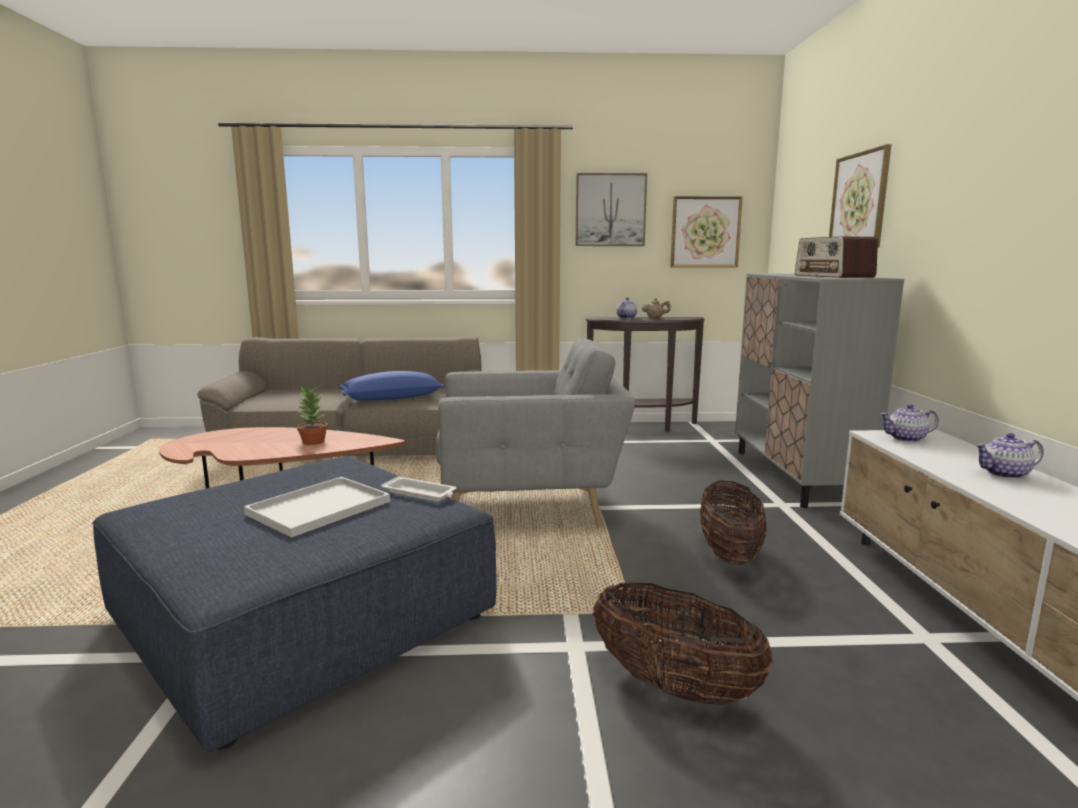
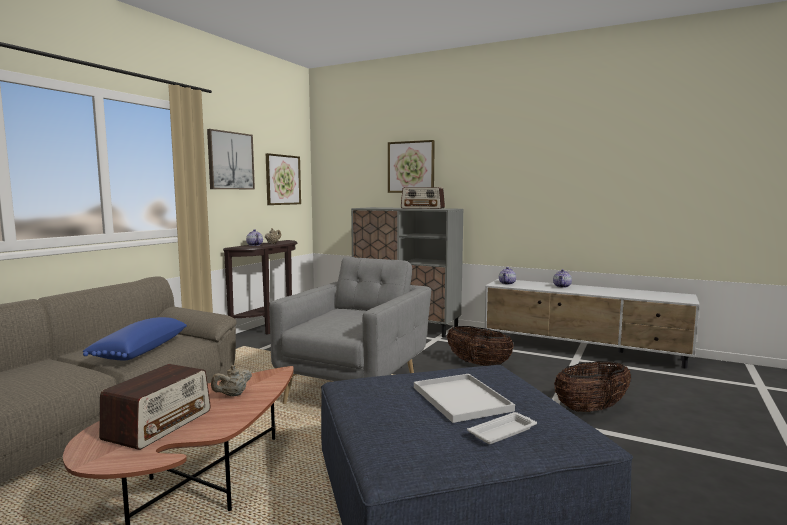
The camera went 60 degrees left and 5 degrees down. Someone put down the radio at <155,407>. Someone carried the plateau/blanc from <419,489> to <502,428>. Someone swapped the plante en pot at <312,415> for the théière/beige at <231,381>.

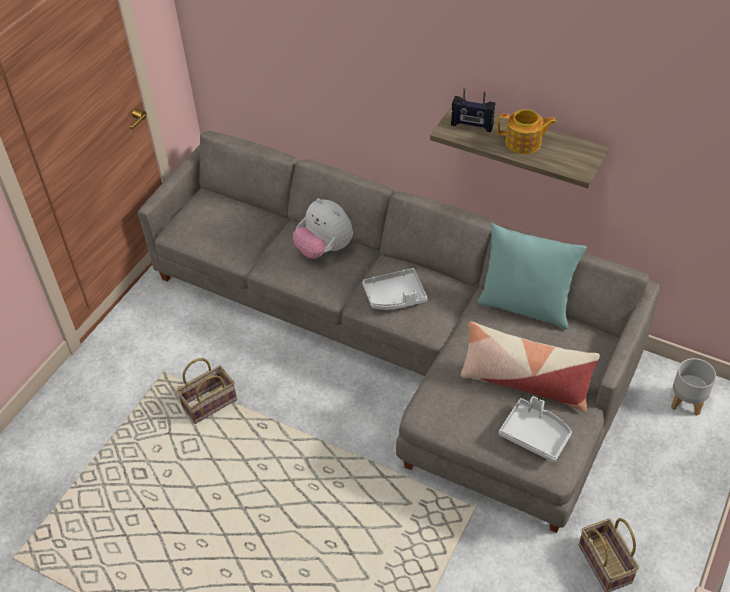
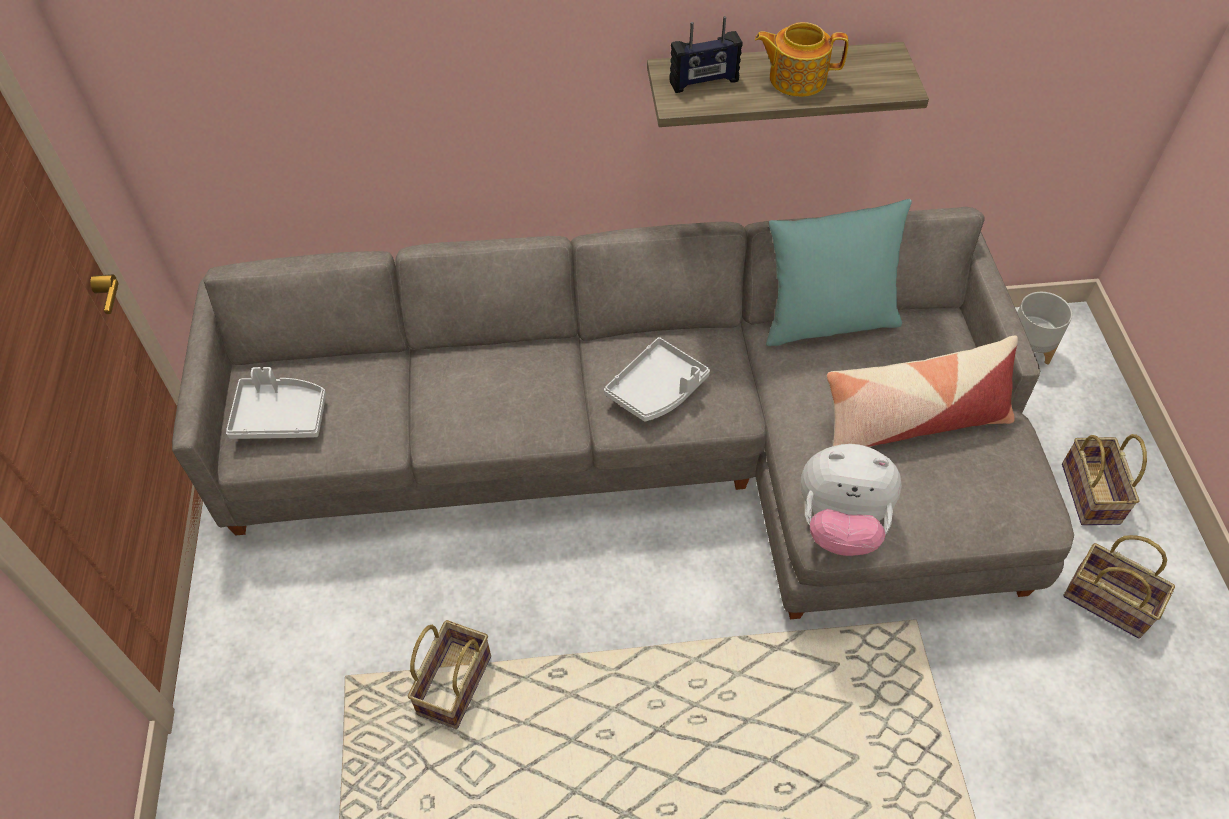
The camera went 35 degrees left and 5 degrees up. Someone put down the panier at <1104,479>. Someone carried the peluche from <323,228> to <851,500>. Someone carried the plateau/gris from <535,429> to <276,403>. Someone rotated the théière at <527,131> by 150 degrees counterclockwise.

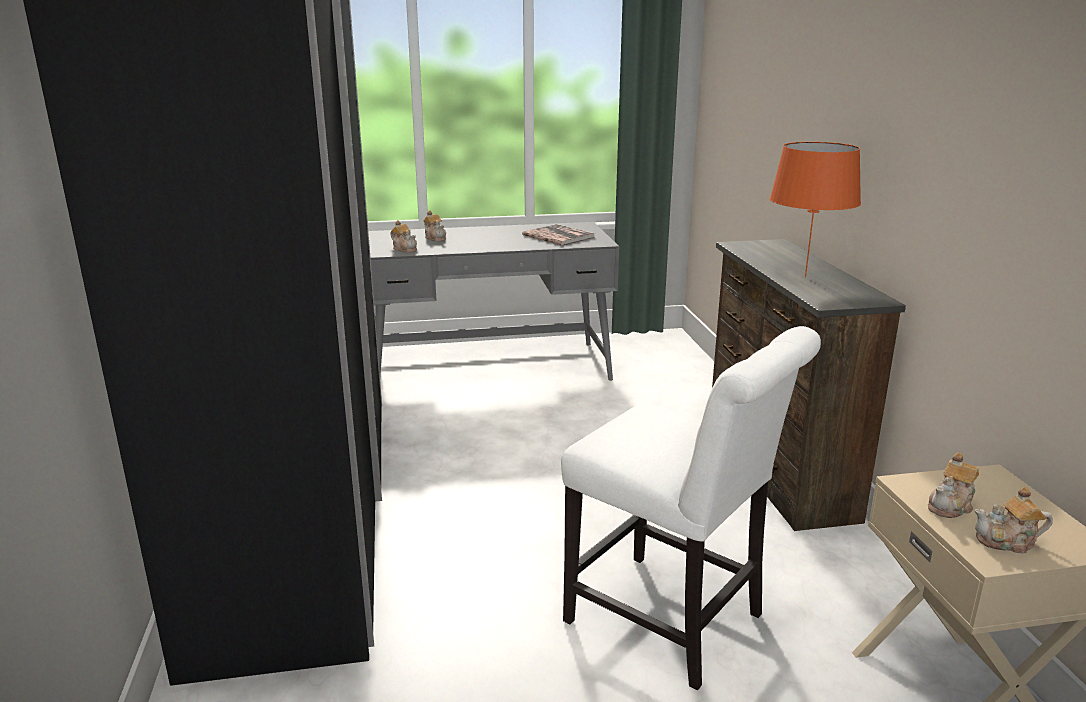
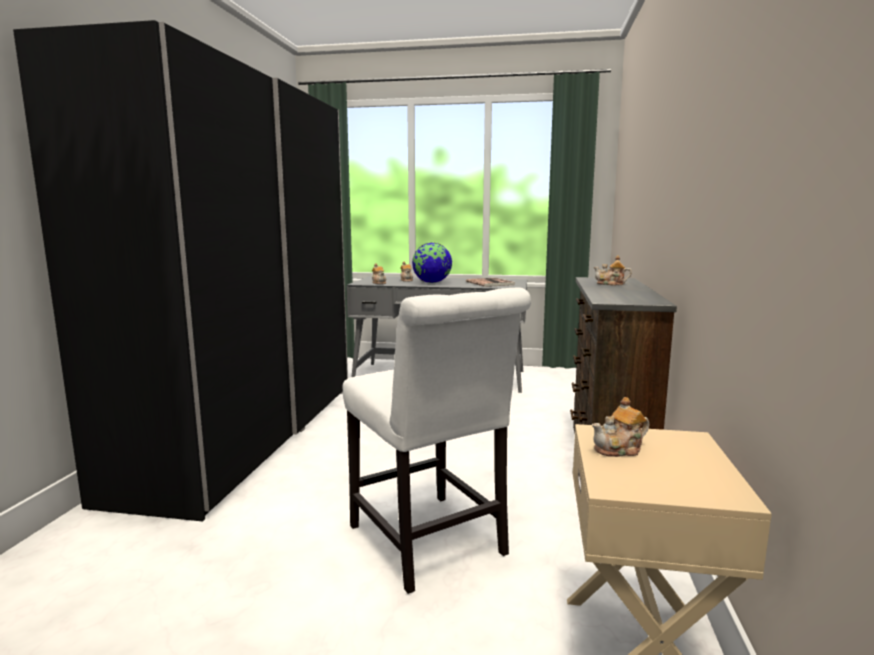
The camera went 20 degrees right and 10 degrees down. Someone took away the lampe de table/orange at <815,209>. Someone put down the globe at <432,262>. Someone carried the théière from <1013,520> to <613,270>.

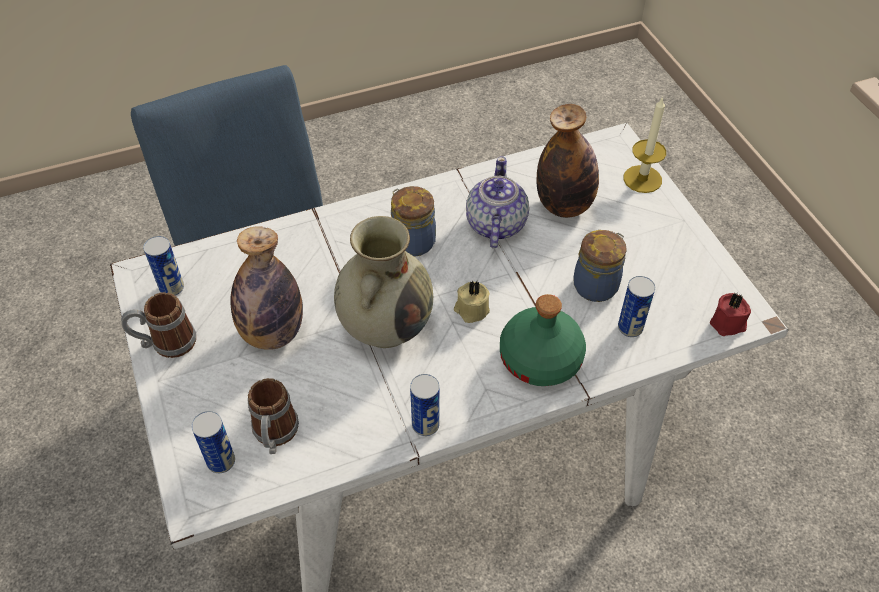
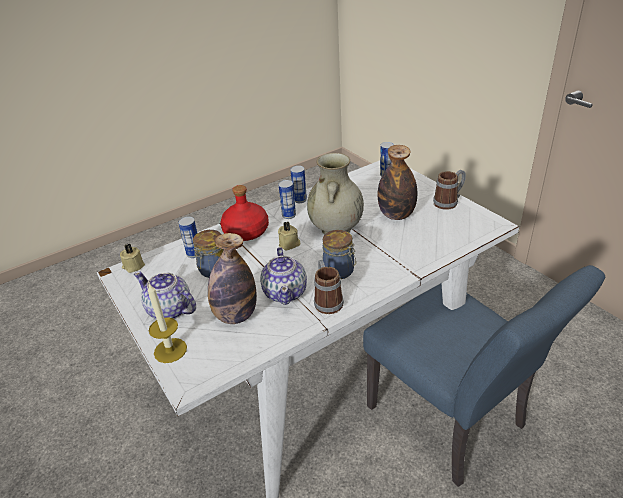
The camera went 170 degrees right and 15 degrees down. Someone put down the théière at <165,295>. Someone carried the boîte métallique from <163,266> to <287,199>. Someone carried the mug from <273,416> to <329,287>. Someone repainted the bouteille/vert at <543,340>, which became the bouteille/rouge at <245,213>. Someone repainted the bougie/rouge at <730,314>, which became the bougie/beige at <132,258>.

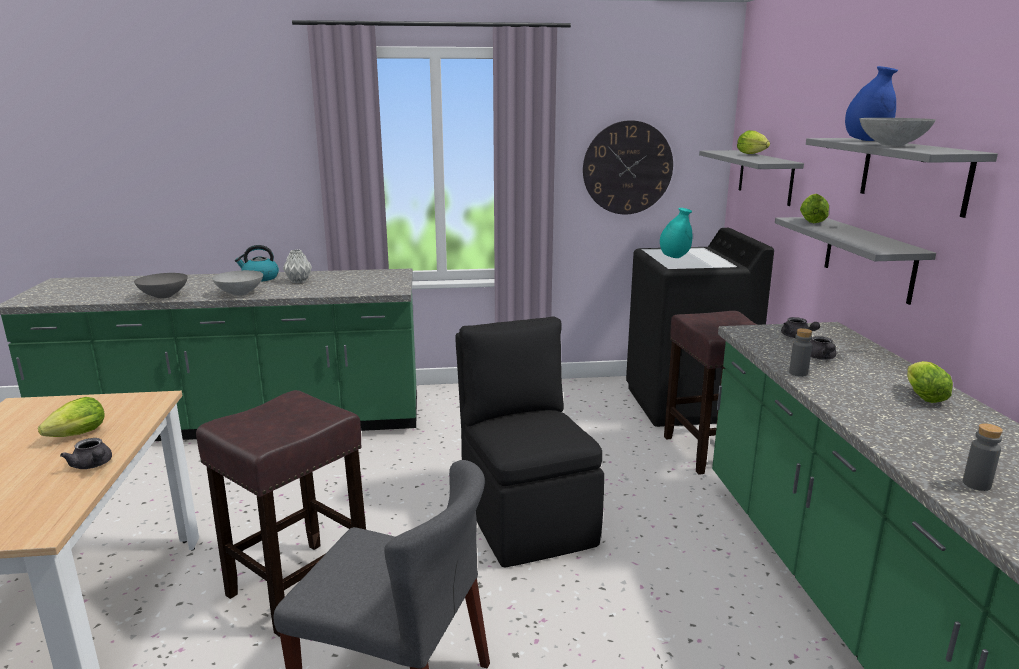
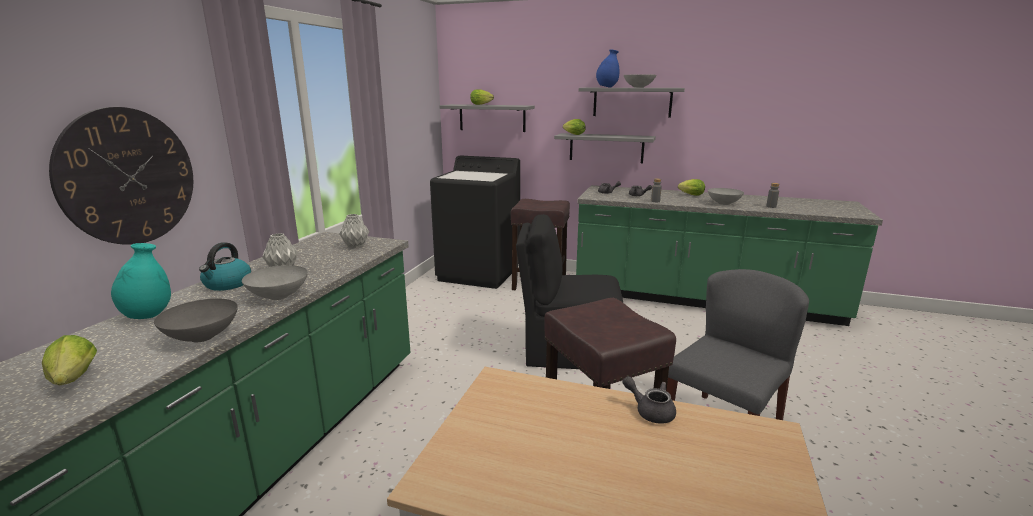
The camera went 65 degrees left and 0 degrees up. Someone put down the vase/gris at <354,231>. Someone put down the bol/gris at <726,196>. Someone carried the laitue from <71,417> to <69,360>. Someone carried the horloge murale from <628,167> to <121,176>. Someone carried the vase/turquoise from <676,233> to <141,281>. Someone rotated the théière/gris at <86,453> by 120 degrees counterclockwise.

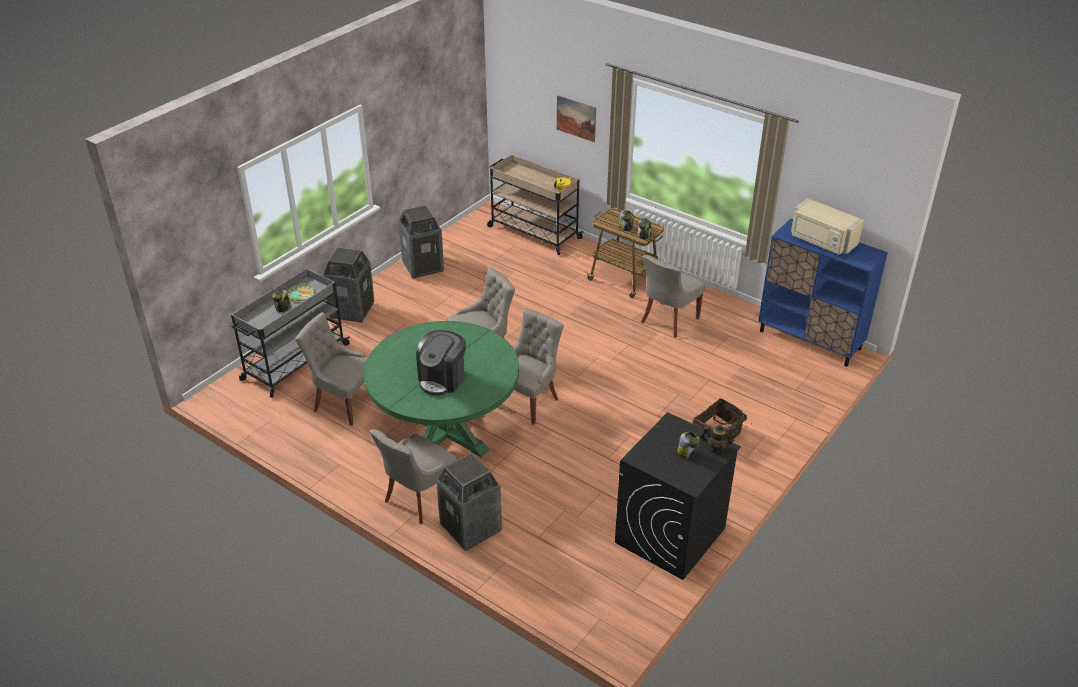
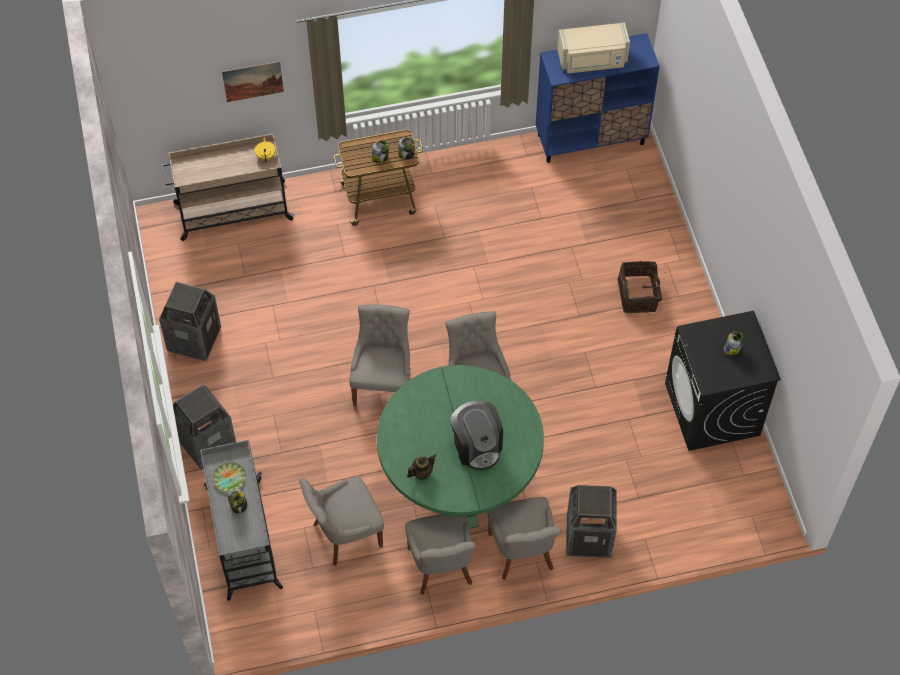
The camera went 50 degrees left and 20 degrees up. Someone carried the chaise/gris from <673,296> to <440,554>. Someone carried the théière from <718,439> to <421,466>.

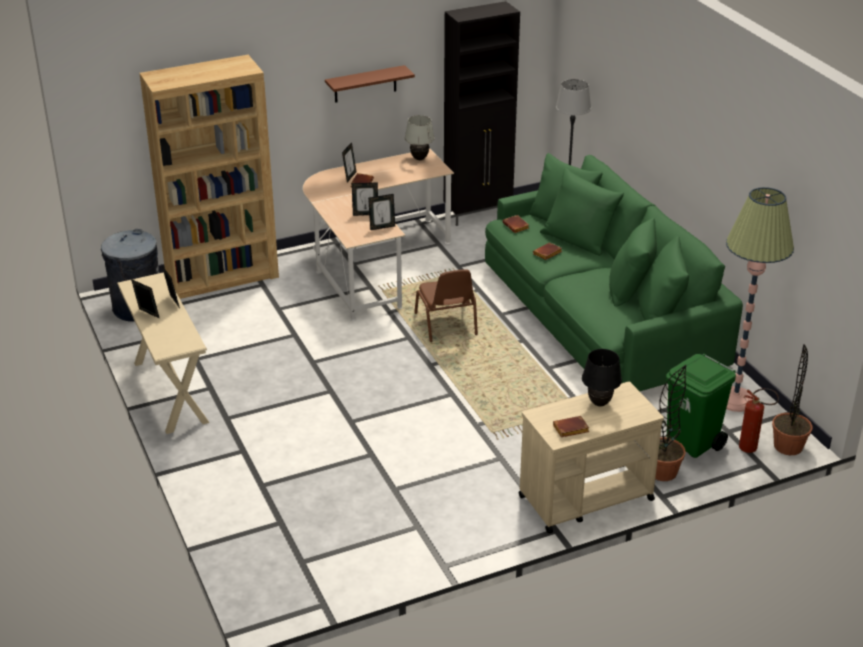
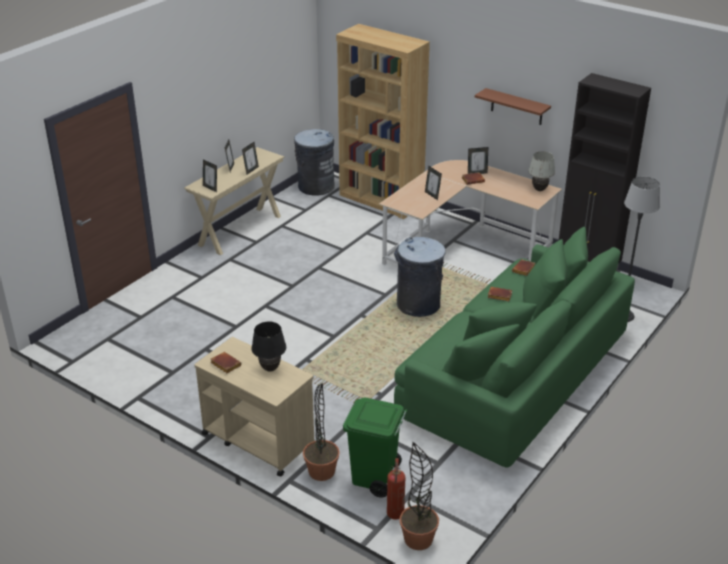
The camera went 60 degrees right and 0 degrees up. Someone took away the lampadaire at <760,299>. Someone carried the cadre photo from <381,212> to <210,175>. Someone swapped the chaise/marron at <446,305> for the poubelle/gris at <420,277>.

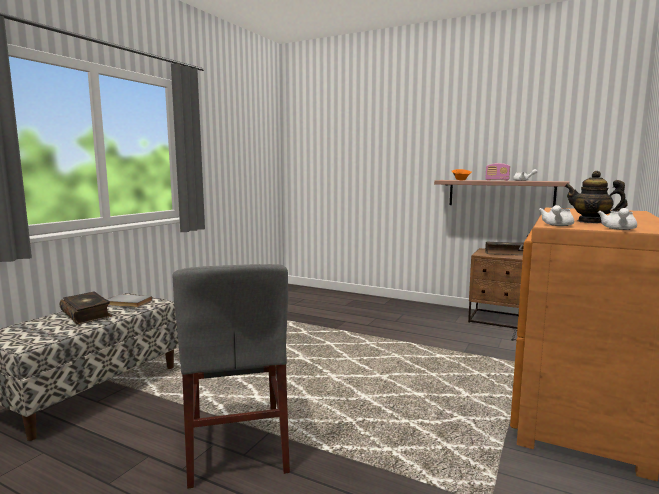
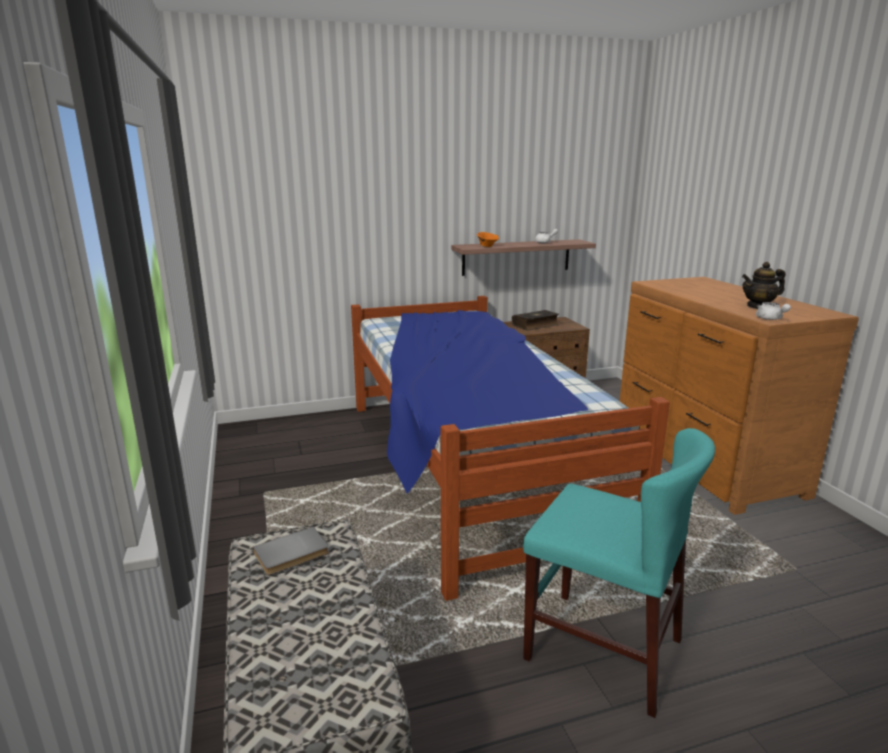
The camera went 45 degrees left and 10 degrees up. Someone took away the livre at <86,308>. Someone took away the radio at <497,172>. Someone took away the théière/blanc at <617,219>. Someone put down the lit at <510,448>. Someone repainted the chaise/gris at <231,376>, which became the chaise/turquoise at <619,573>.

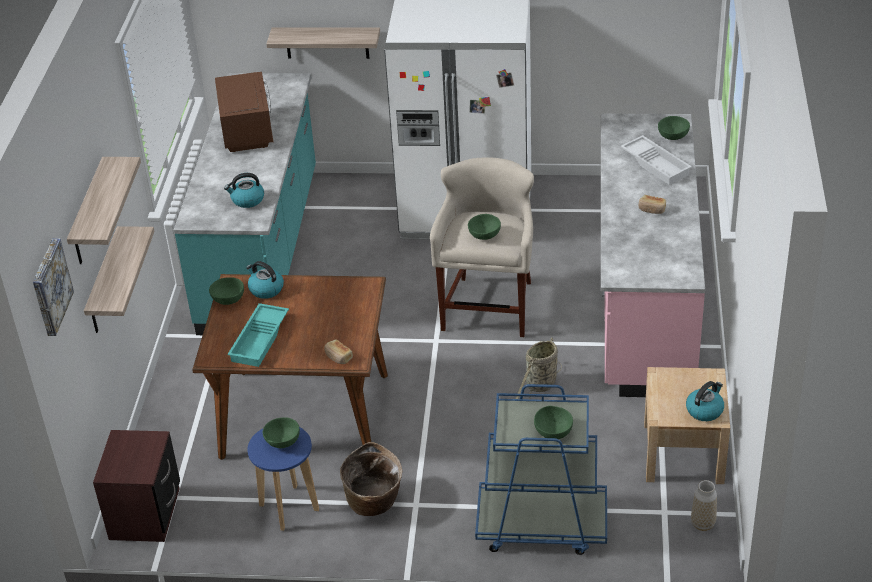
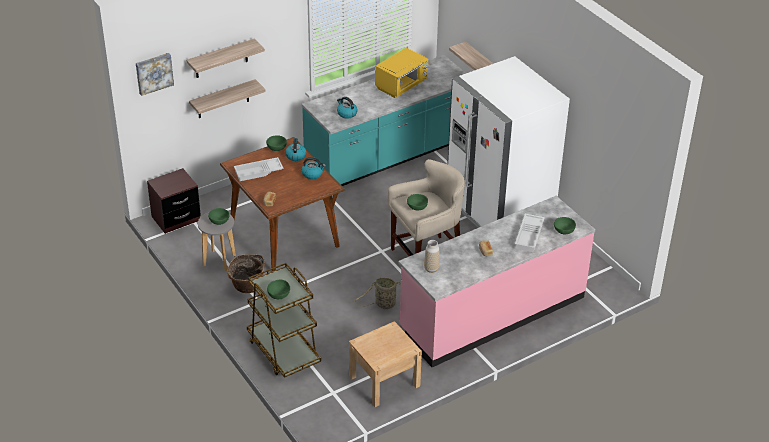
The camera went 50 degrees right and 0 degrees up. Someone carried the bouilloire from <705,401> to <314,168>. Someone carried the vase from <704,505> to <432,256>. Someone repainted the micro-ondes/marron at <244,112>, which became the micro-ondes/jaune at <401,73>. Someone repainted the plateau/turquoise at <258,335>, which became the plateau/blanc at <258,169>. Someone repainted the tabouret/bleu at <283,479>, which became the tabouret/gris at <217,241>. Someone repainted the chariot/bleu at <541,469>, which became the chariot/marron at <284,320>.

